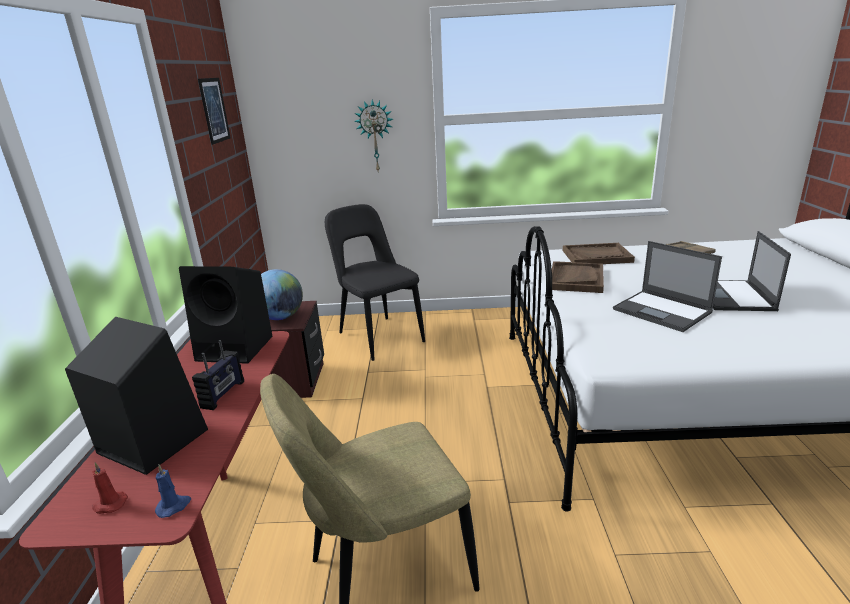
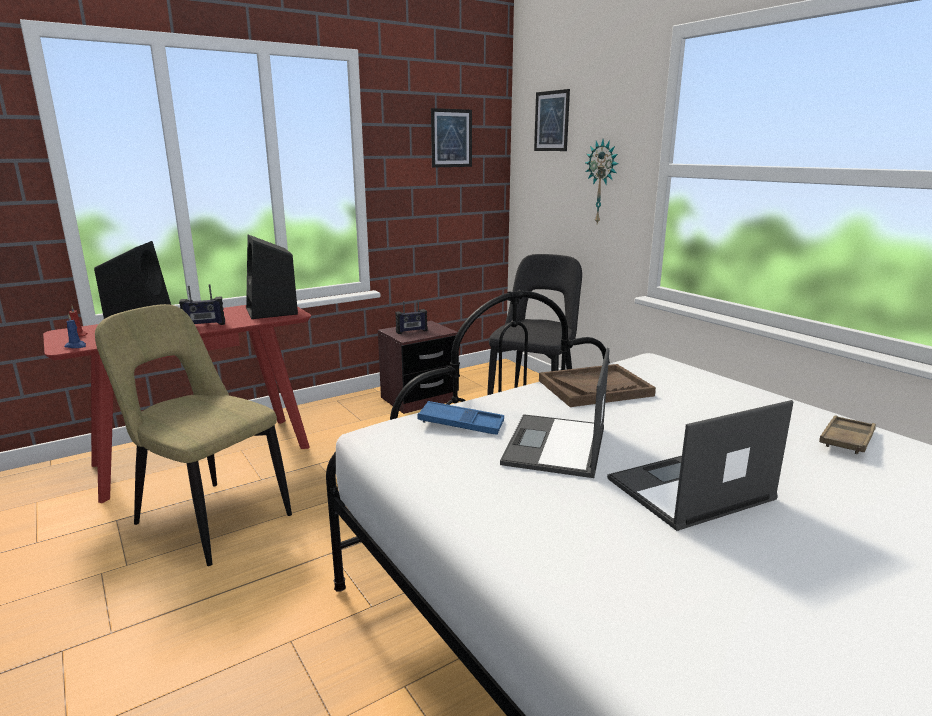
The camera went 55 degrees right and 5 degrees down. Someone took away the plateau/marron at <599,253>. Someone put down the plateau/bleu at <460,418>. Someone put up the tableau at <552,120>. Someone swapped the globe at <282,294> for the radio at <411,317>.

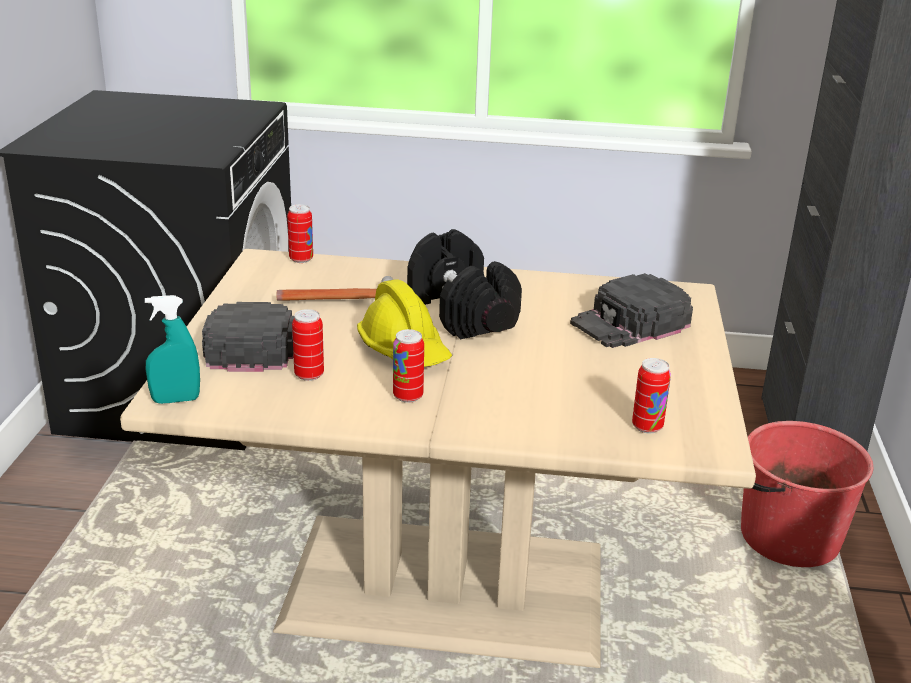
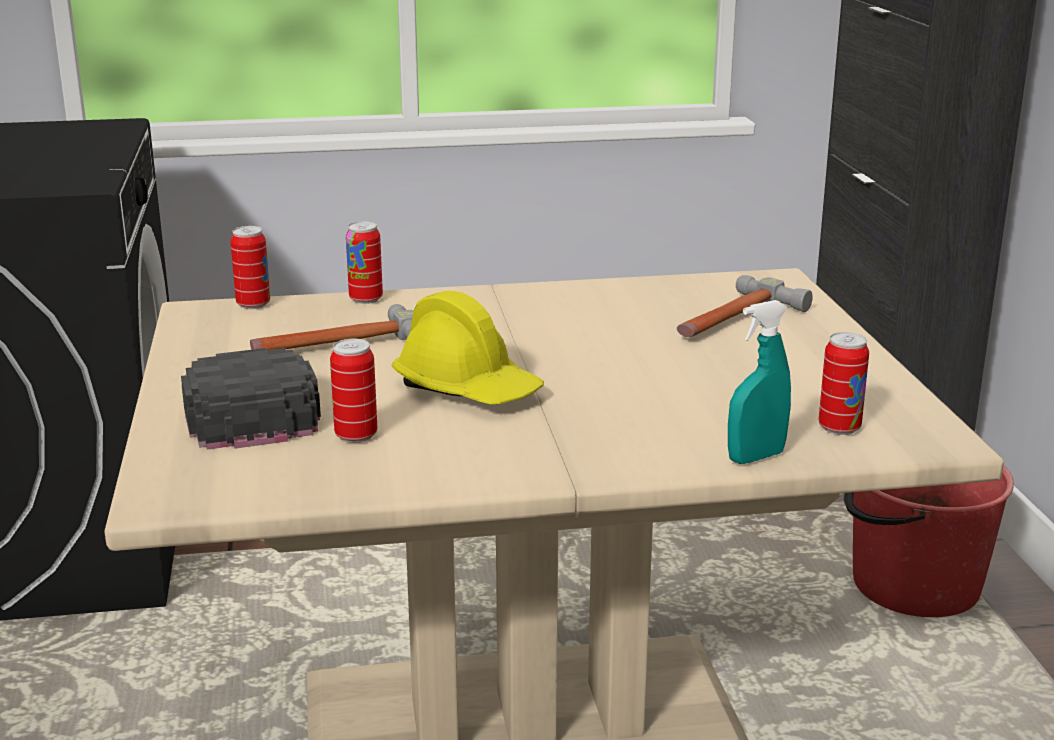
The camera went 15 degrees left and 5 degrees down. Someone took away the haltère/noir at <464,284>. Someone carried the vaporisateur/turquoise from <172,349> to <759,382>. Someone carried the boîte métallique from <408,366> to <364,262>. Someone swapped the casquette/noir at <631,310> for the marteau at <745,306>.

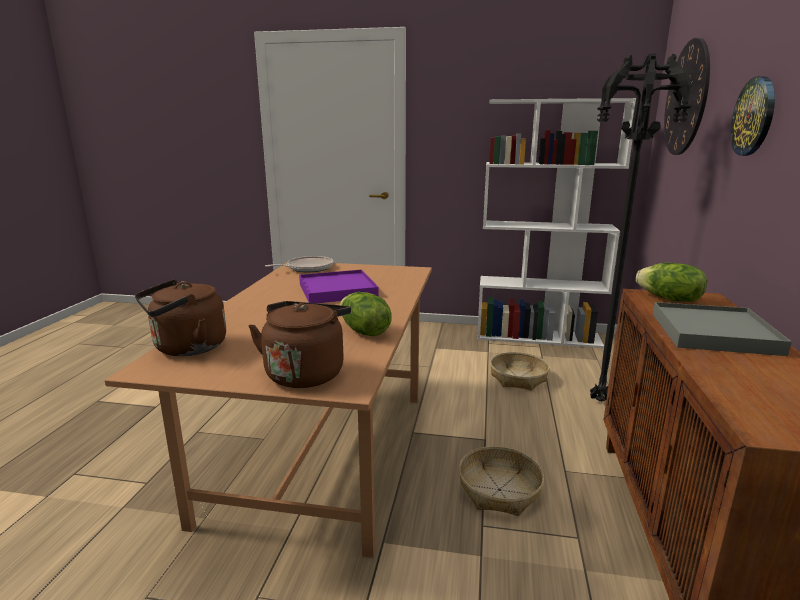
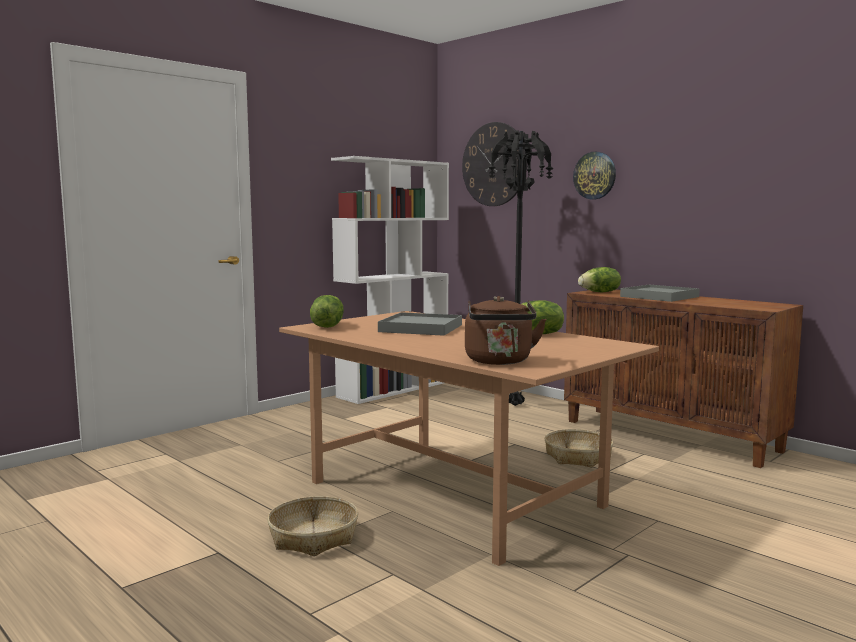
The camera went 55 degrees left and 10 degrees down. Someone took away the bouilloire/marron at <300,344>. Someone carried the panier from <520,371> to <312,526>. Someone swapped the poêle at <299,264> for the laitue at <327,311>. Someone repainted the plateau/violet at <339,286>, which became the plateau/gris at <420,324>.

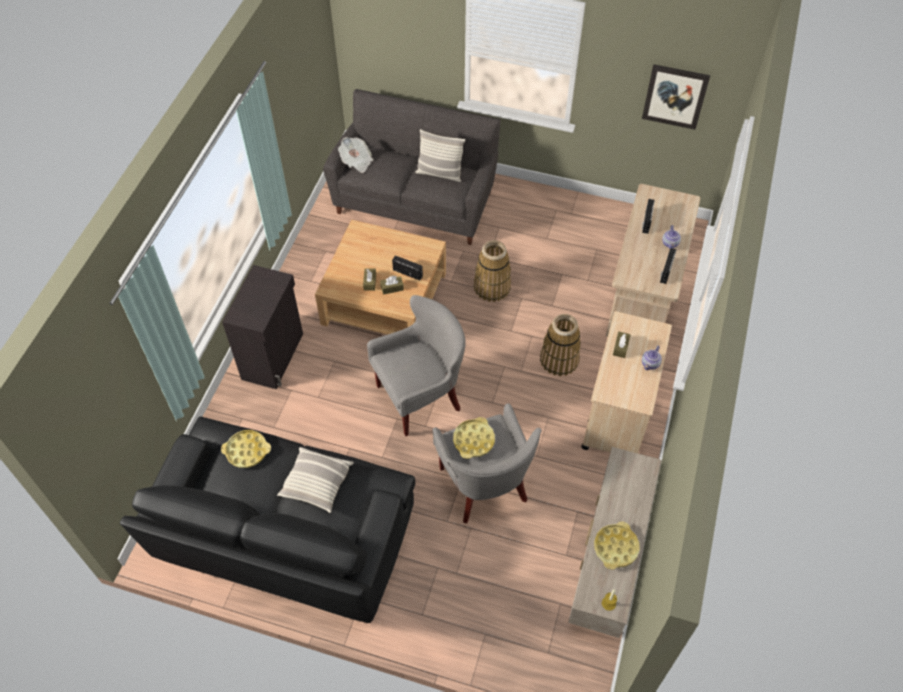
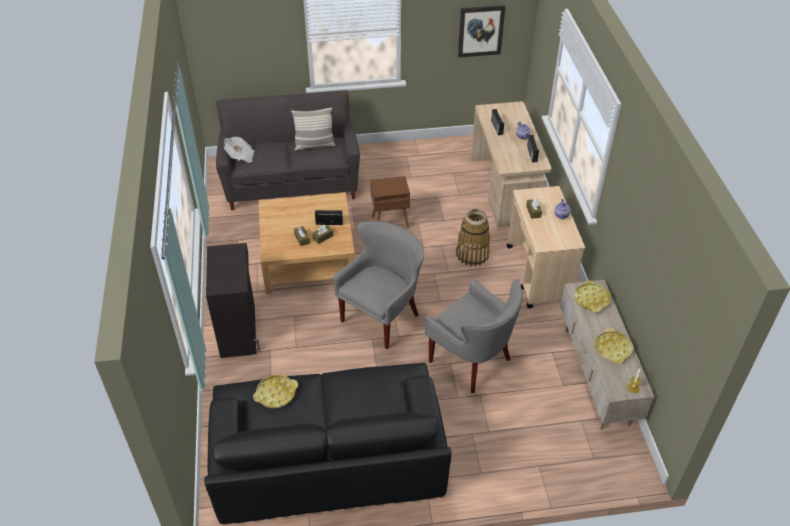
The camera went 25 degrees left and 10 degrees down. Someone took away the coussin at <315,480>. Someone carried the plateau/jaune from <474,438> to <592,296>. Someone swapped the panier at <492,271> for the table d'appoint/marron at <390,202>.

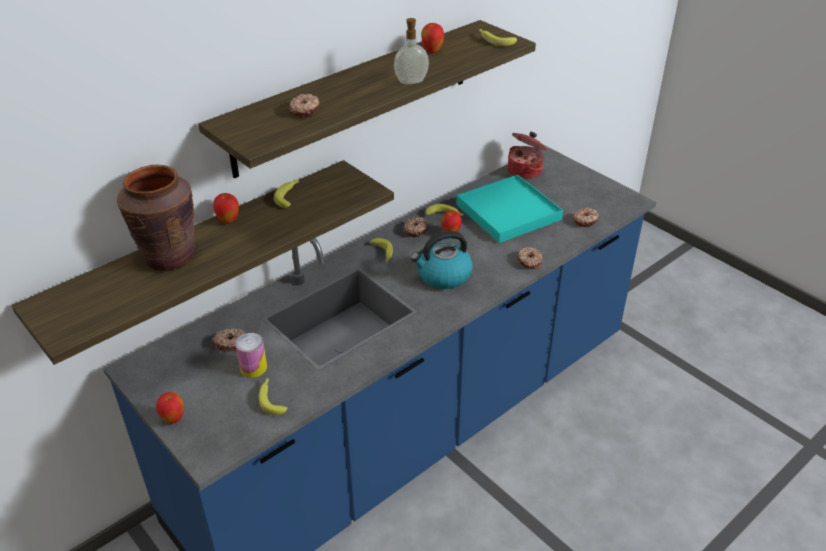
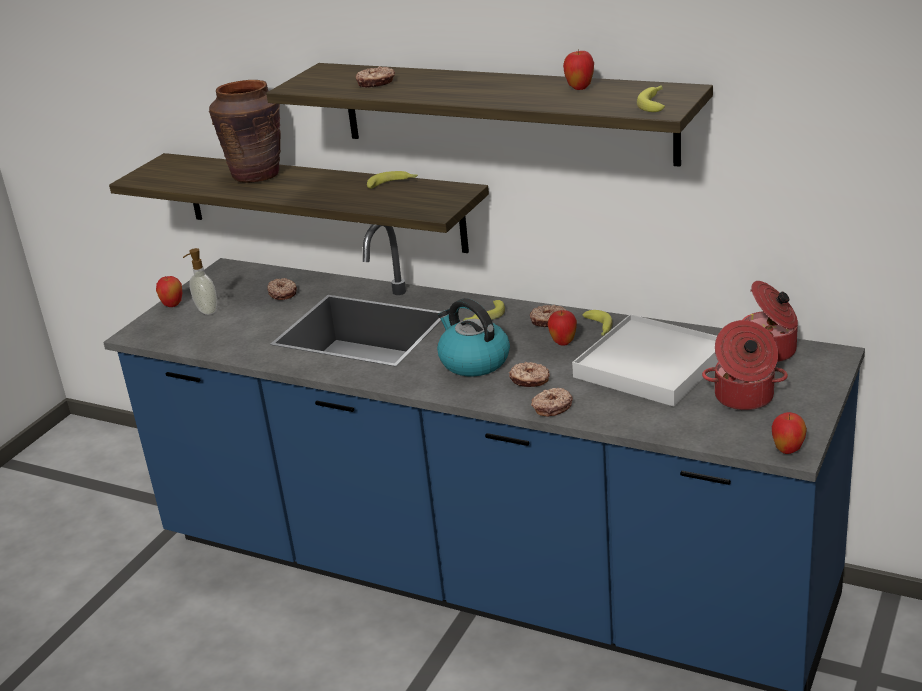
The camera went 70 degrees right and 10 degrees down. Someone took away the boîte métallique at <251,355>. Someone took away the banane at <273,396>. Someone put down the marmite at <745,365>. Someone carried the pomme from <226,208> to <789,433>. Someone carried the distributeur de savon from <411,51> to <200,281>. Someone carried the beignet from <586,217> to <529,374>. Someone repainted the plateau/turquoise at <509,209>, which became the plateau/blanc at <645,360>.

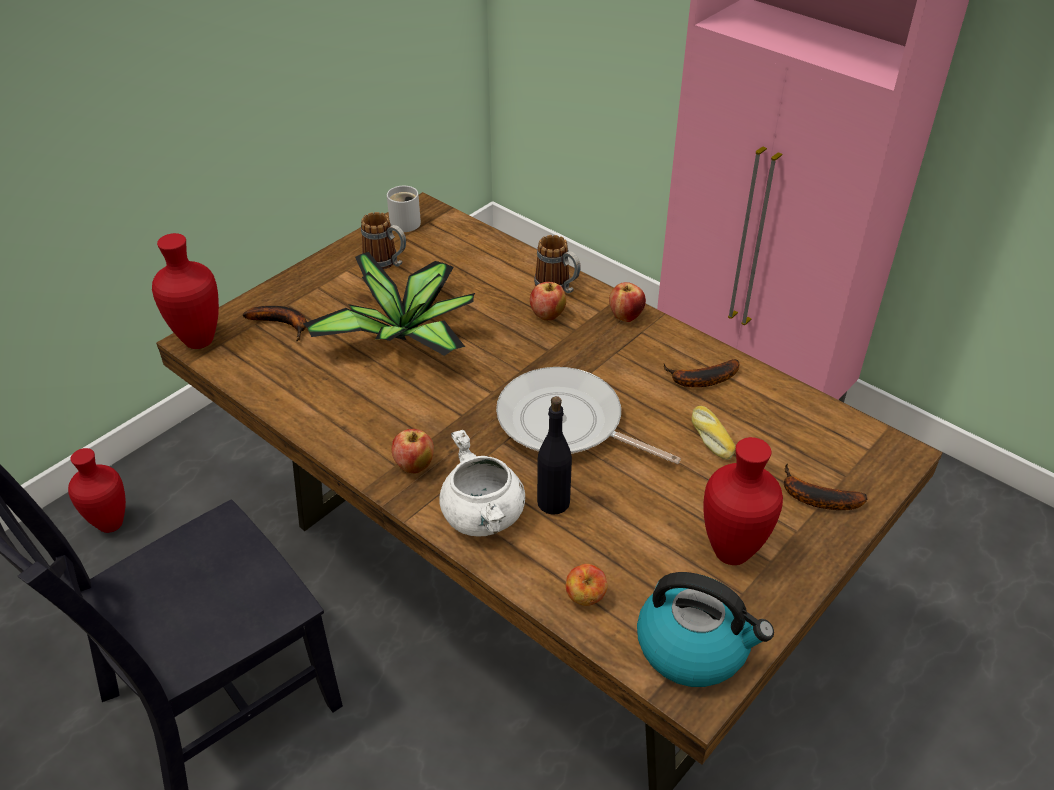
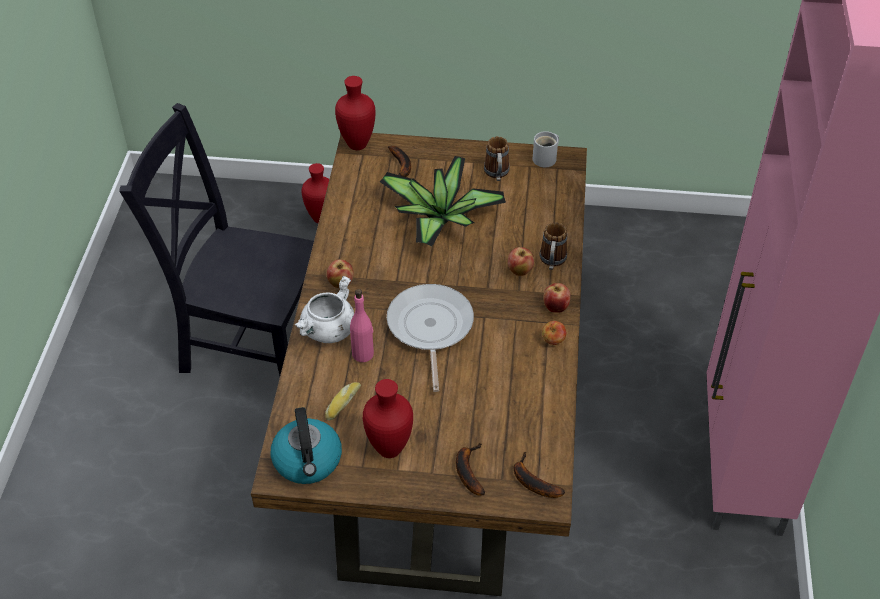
The camera went 55 degrees right and 5 degrees up. Someone carried the pomme from <587,585> to <554,333>. Someone carried the banane from <701,373> to <539,475>. Someone carried the pain from <714,433> to <343,401>. Someone repainted the bouteille/noir at <554,455>, which became the bouteille/rose at <362,325>.

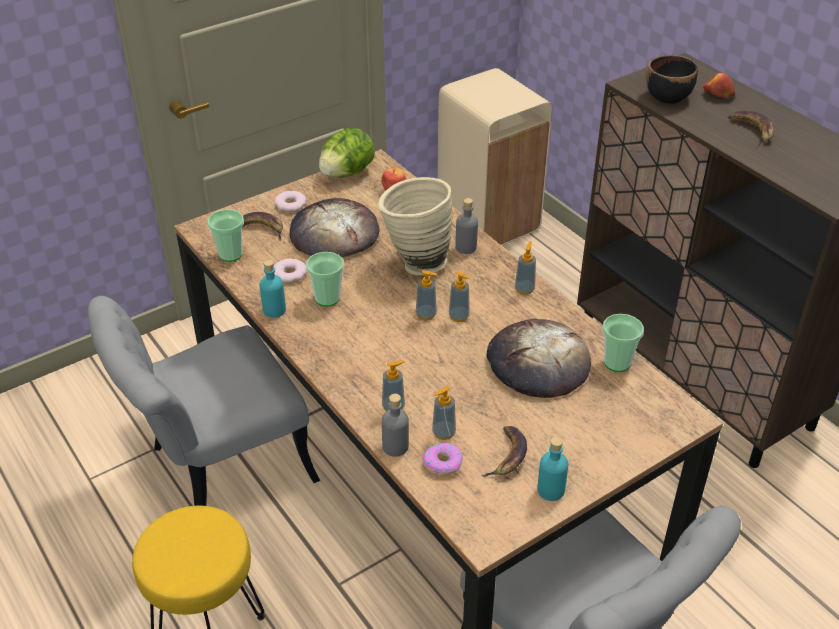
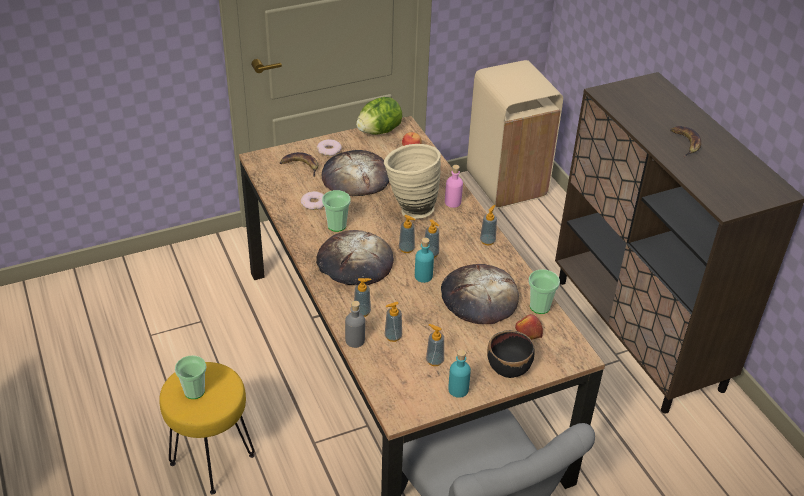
The camera went 10 degrees right and 0 degrees up. Someone took away the chaise/gris at <204,401>. Someone took away the beignet at <443,459>. Someone put down the pain at <355,258>. Someone carried the tasse from <226,235> to <190,377>. Someone carried the bouteille/turquoise from <273,288> to <424,260>. Someone carried the bol/noir from <672,79> to <511,354>. Someone carried the pomme from <719,85> to <529,327>. Someone swapped the banane at <504,451> for the distributeur de savon at <435,345>. Someone repainted the bouteille/gris at <466,226>, which became the bouteille/rose at <454,186>.

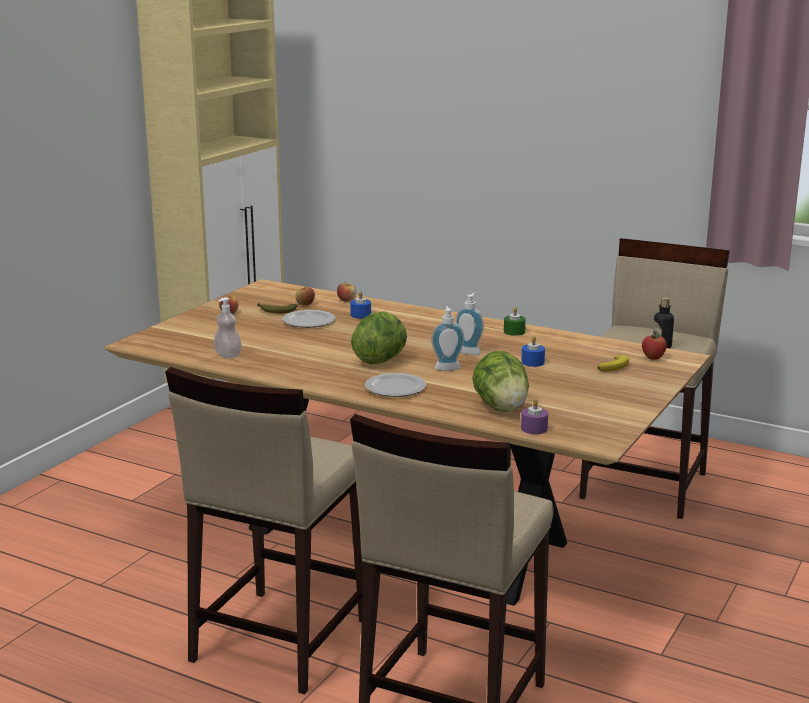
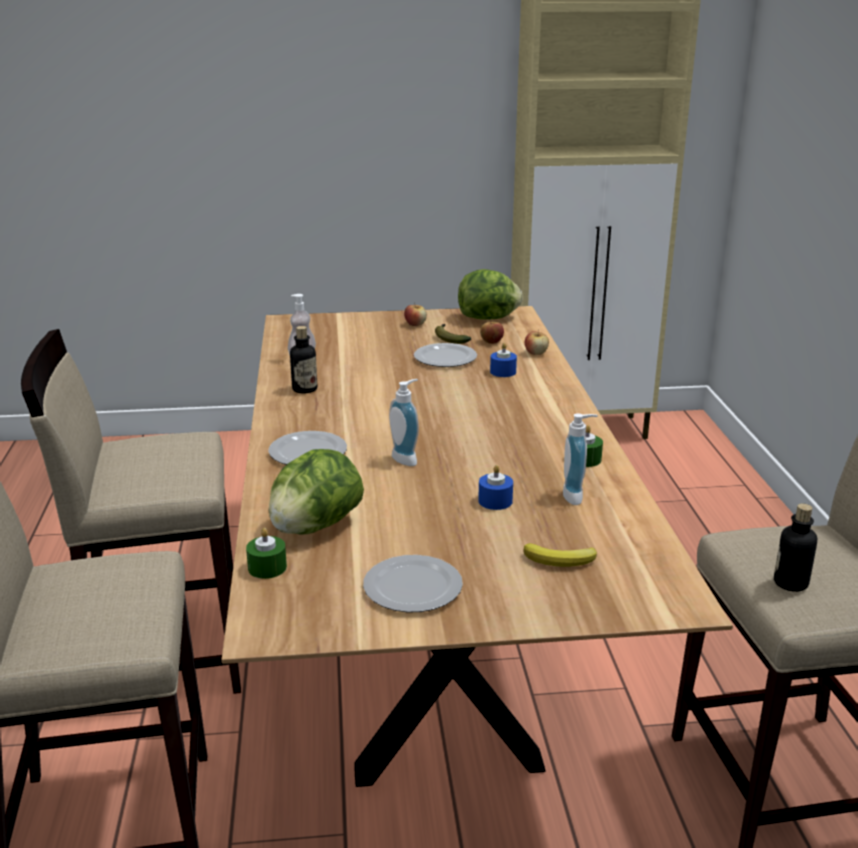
The camera went 55 degrees right and 5 degrees up. Someone took away the pomme at <654,346>. Someone put down the bouteille at <303,359>. Someone put down the assiette at <413,584>. Someone carried the laitue from <379,338> to <490,294>. Someone carried the distributeur de savon from <470,323> to <580,459>. Someone repainted the bougie/violet at <534,416>, which became the bougie/vert at <266,553>.

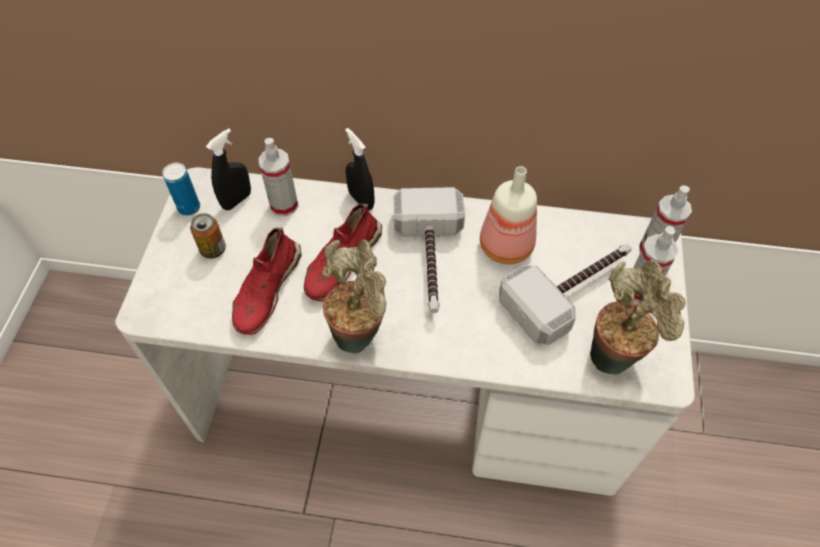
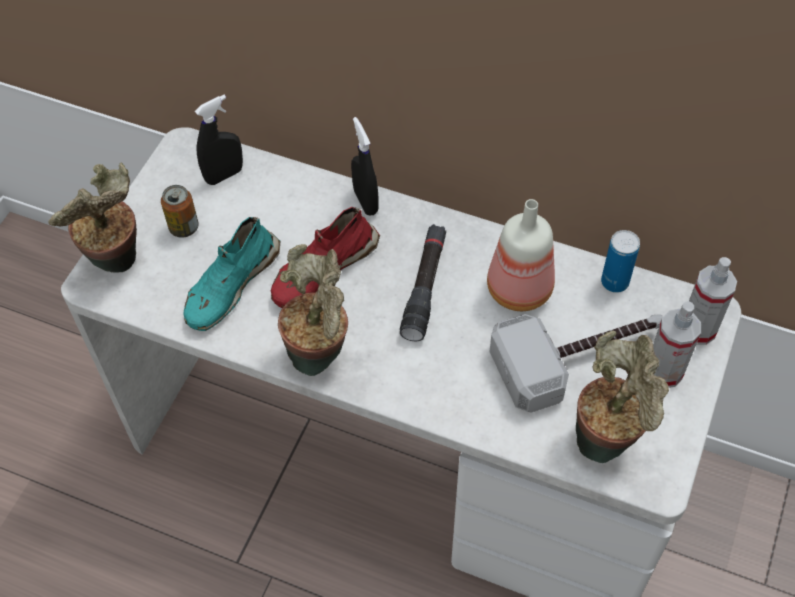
The camera went 15 degrees right and 0 degrees up. Someone took away the vaporisateur at <278,177>. Someone put down the plante en pot at <92,218>. Someone carried the boîte métallique from <181,189> to <620,261>. Someone swapped the marteau at <429,250> for the lampe de poche/noir at <423,282>. Someone repainted the chaussure/rouge at <267,281>, which became the chaussure/turquoise at <231,274>.

